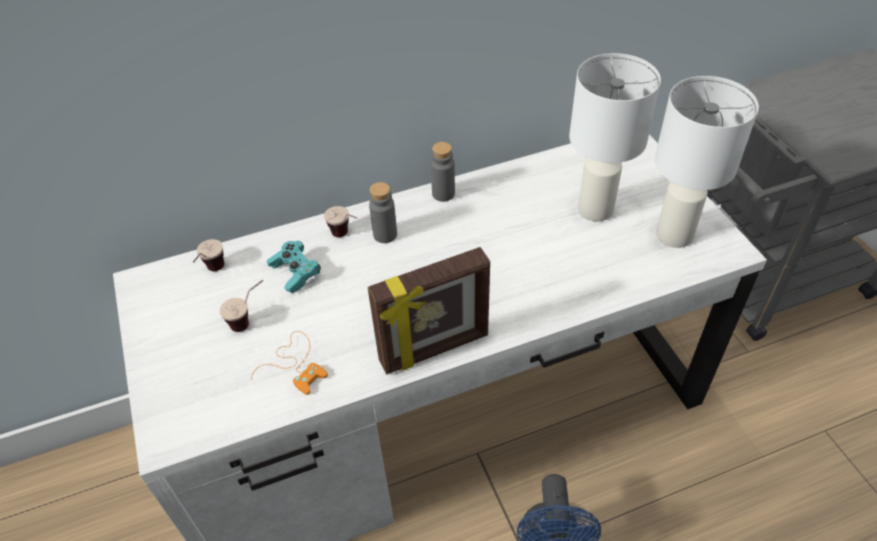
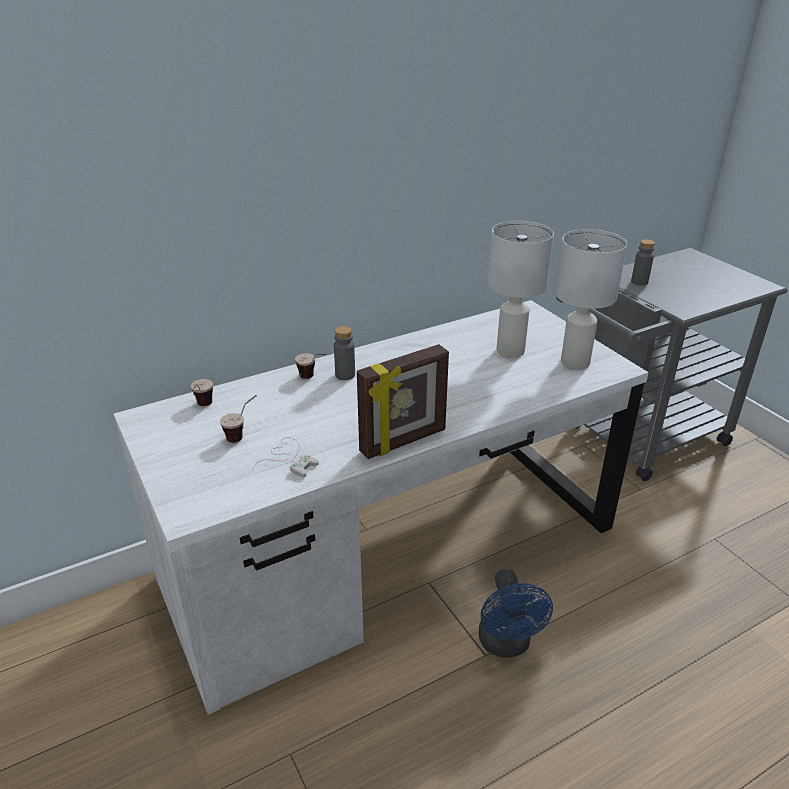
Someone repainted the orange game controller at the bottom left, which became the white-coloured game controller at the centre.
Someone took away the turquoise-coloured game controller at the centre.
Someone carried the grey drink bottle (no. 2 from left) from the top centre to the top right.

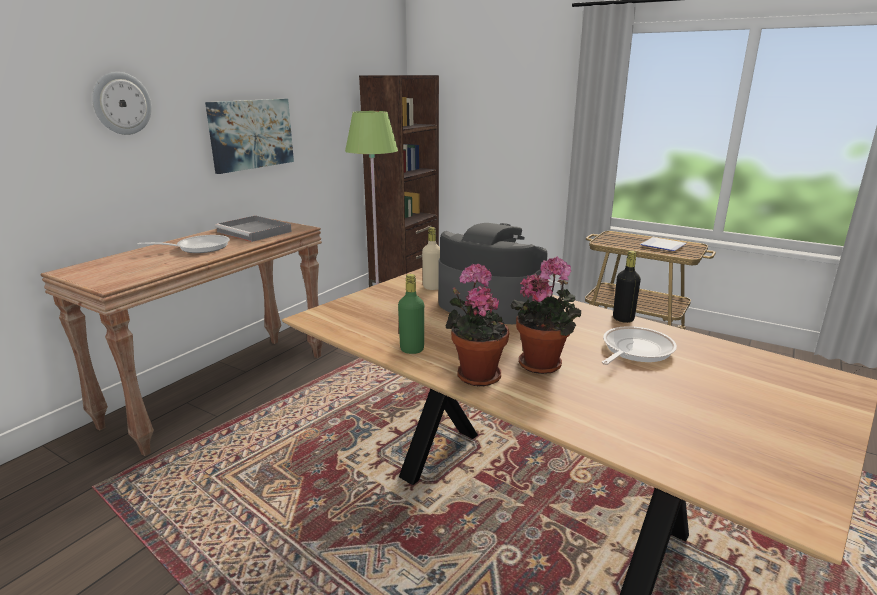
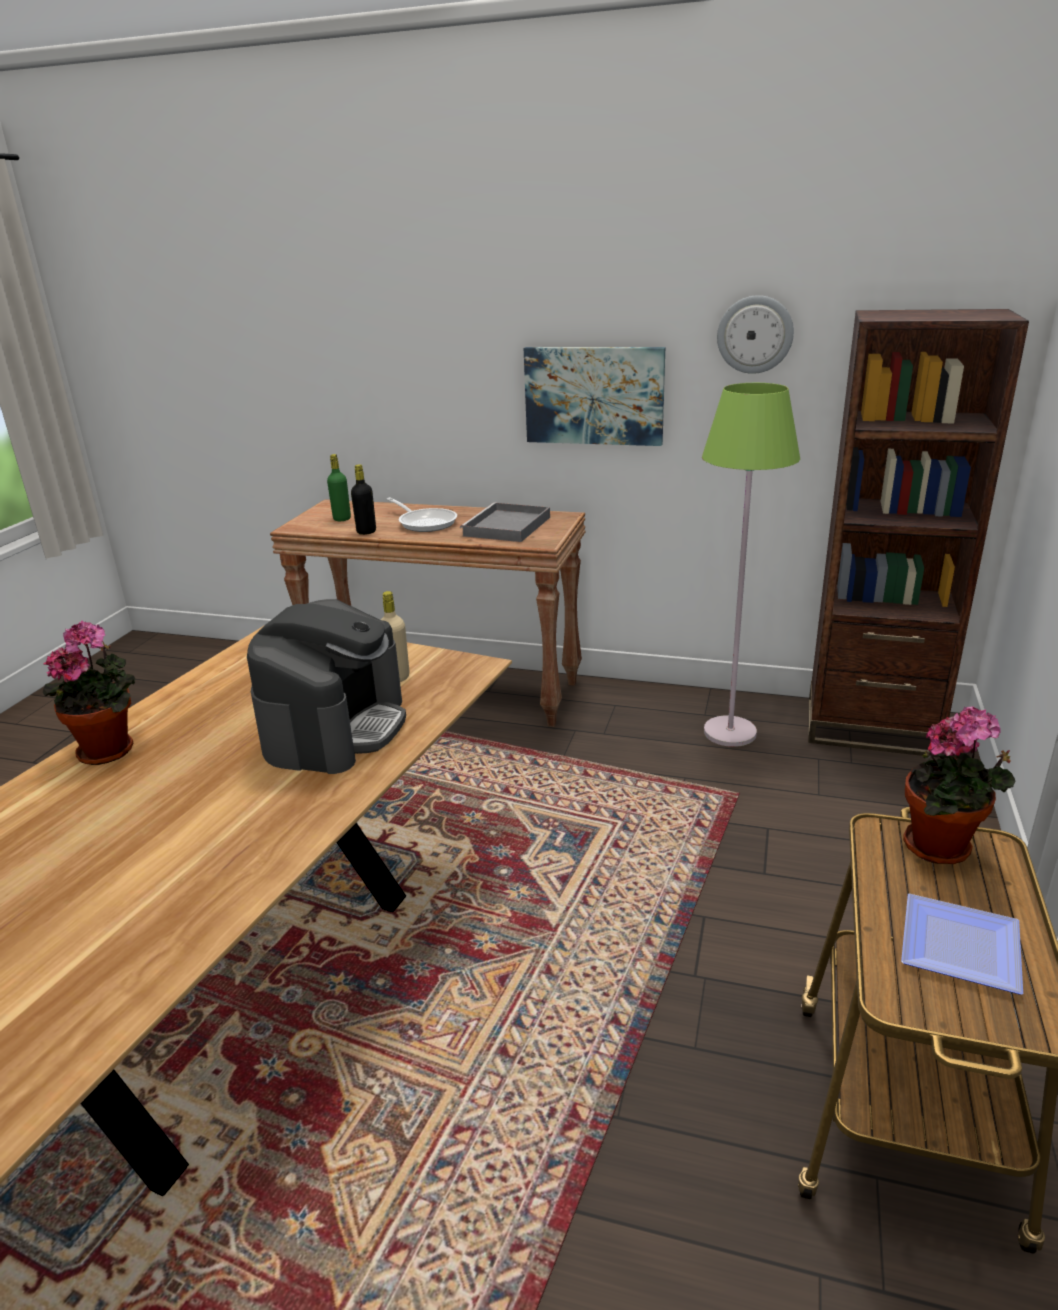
Someone carried the wall clock from the top left to the top right.
Someone carried the green-coloured drink bottle from the centre to the middle left.
Someone carried the plant in a pot (no. 2 from left) from the centre to the middle right.
Someone took away the frying pan (no. 2 from left) at the middle right.
Someone carried the black drink bottle from the middle right to the centre.

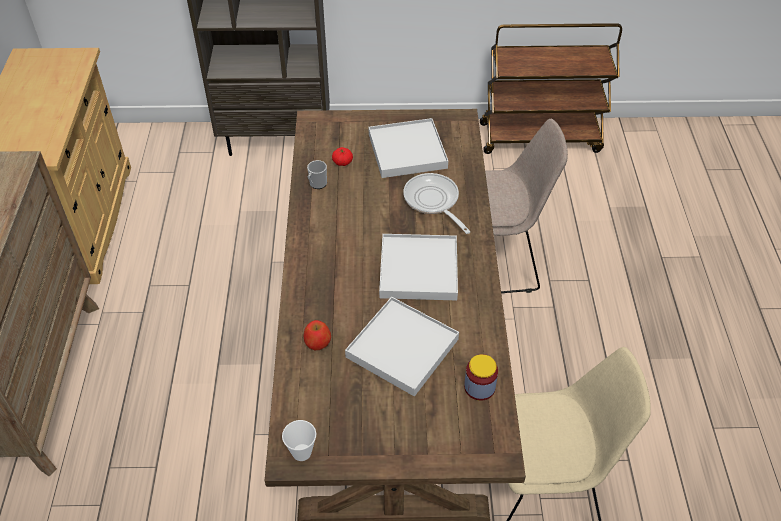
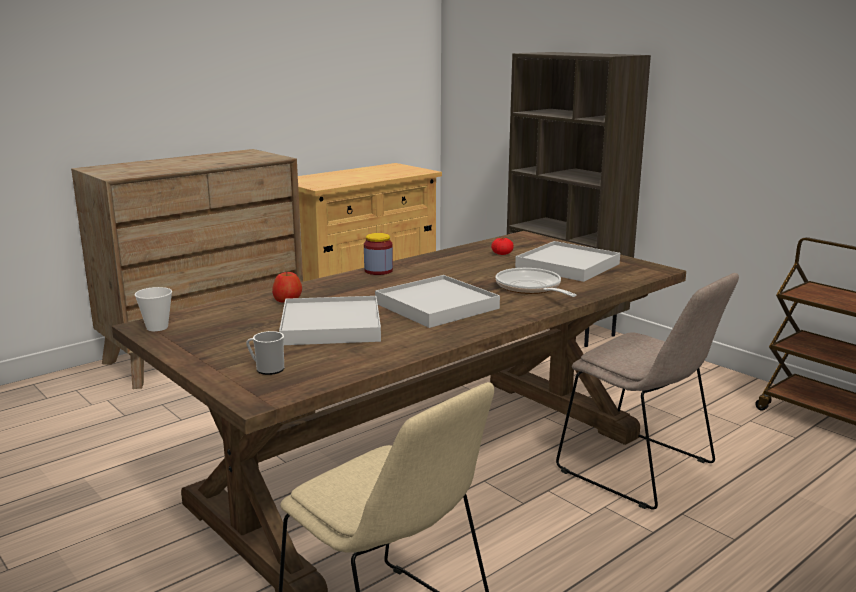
Someone carried the mug from the centre to the middle left.
Someone rotated the frying pan at the centre by 45 degrees counterclockwise.
Someone carried the storage jar from the bottom centre to the centre.

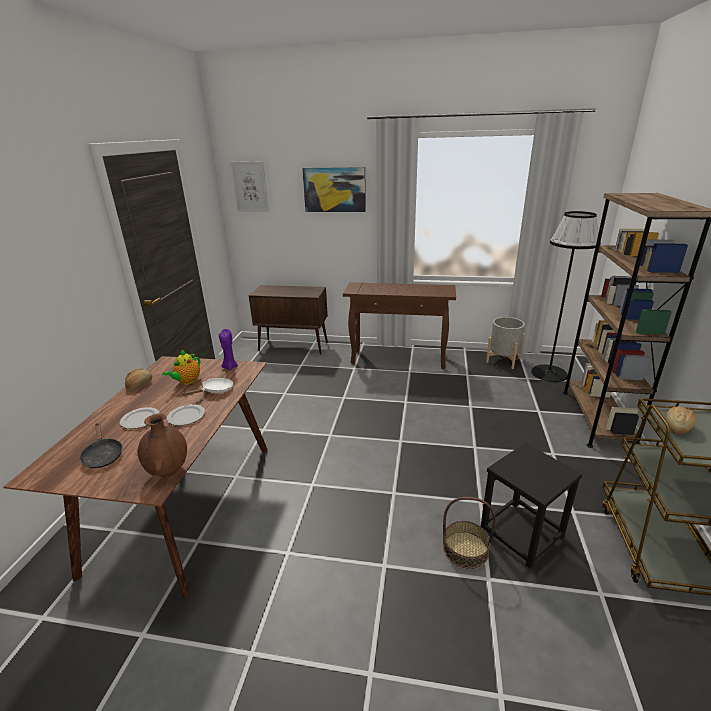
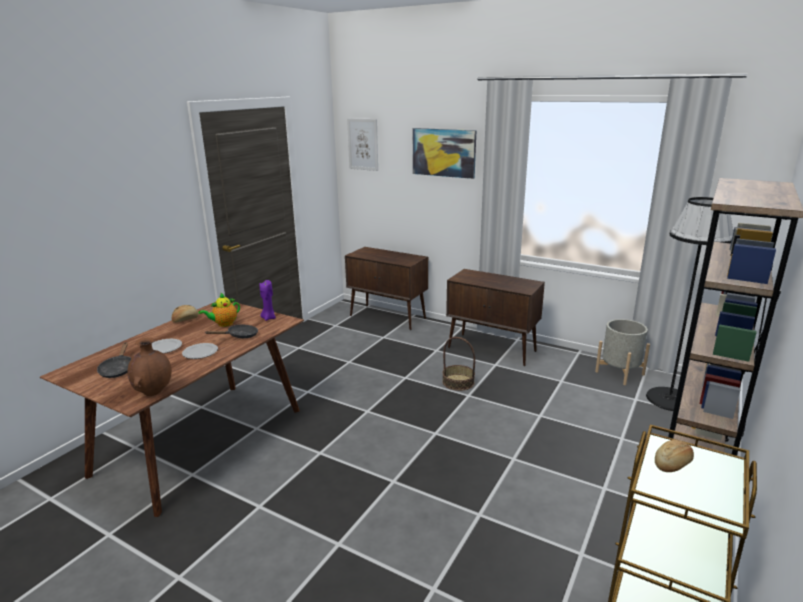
Someone repainted the white-coloured frying pan at the middle left, which became the black frying pan (no. 2 from left) at the middle left.
Someone swapped the brown hall table at the centre for the brown storage cabinet (no. 2 from left) at the centre.
Someone carried the storage basket from the bottom centre to the centre.
Someone took away the black sitting stool at the bottom right.

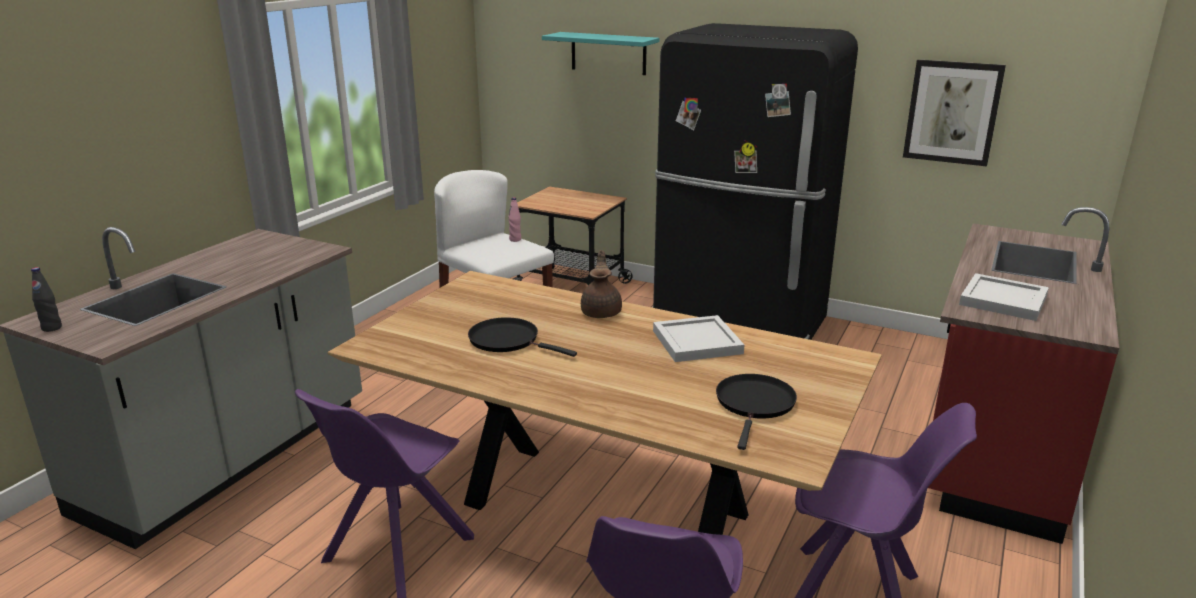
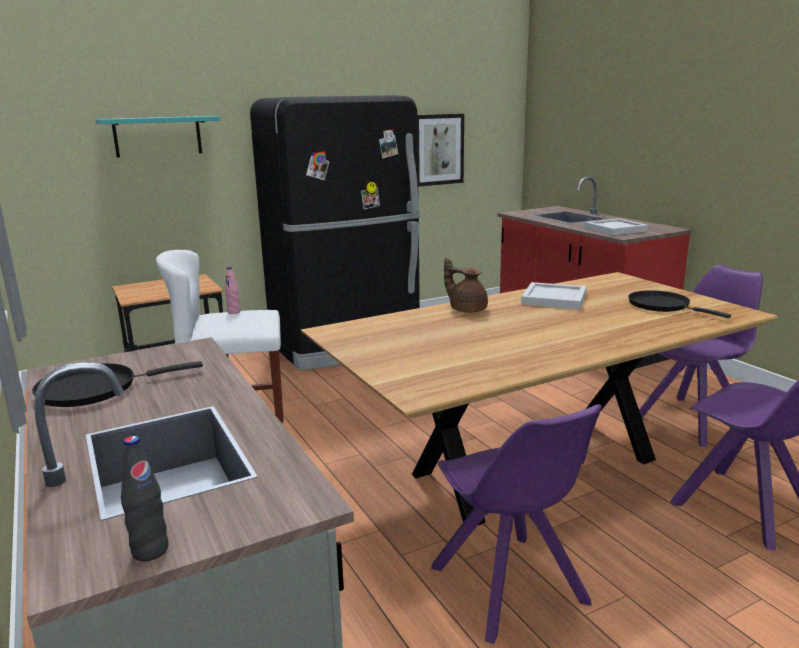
Someone carried the black frying pan (no. 1 from left) from the centre to the middle left.

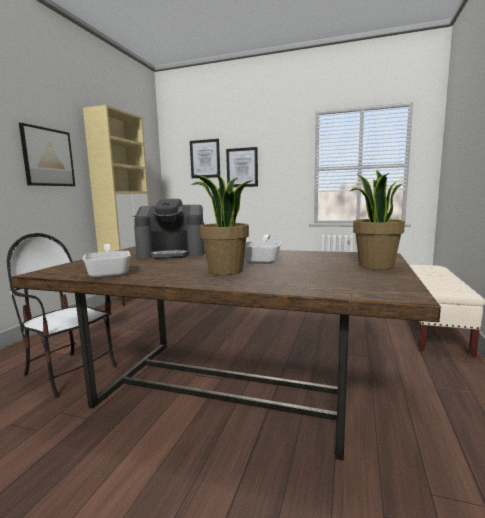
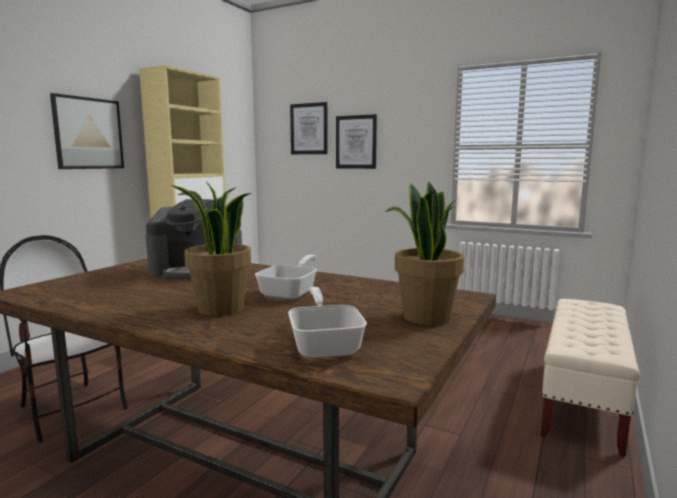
Someone carried the frying pan (no. 1 from left in the first image) from the middle left to the centre.

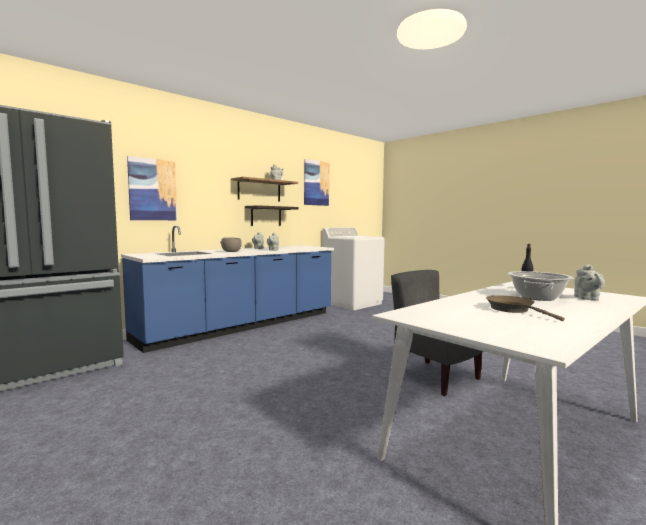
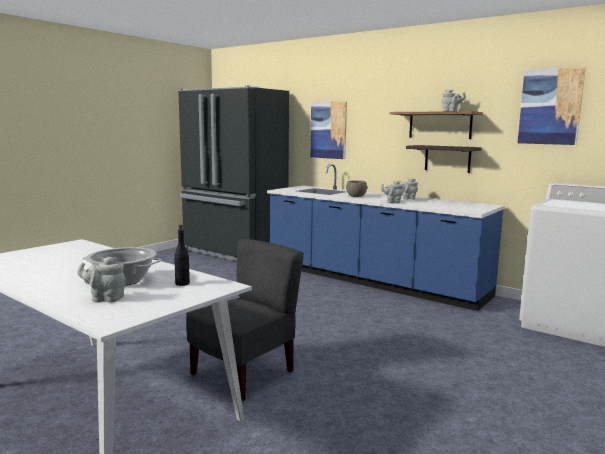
Someone took away the brown frying pan at the middle right.

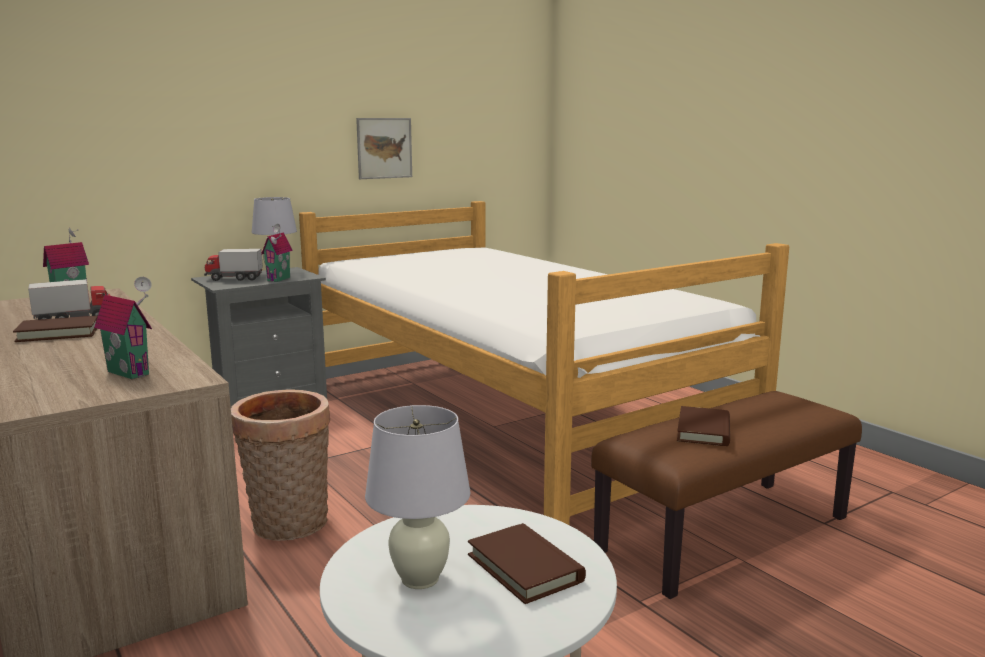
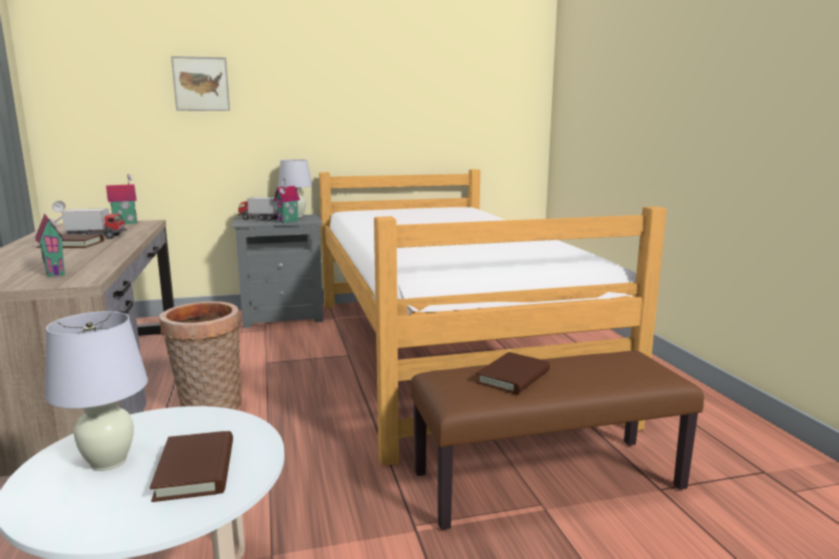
Someone carried the wall art from the top centre to the top left.

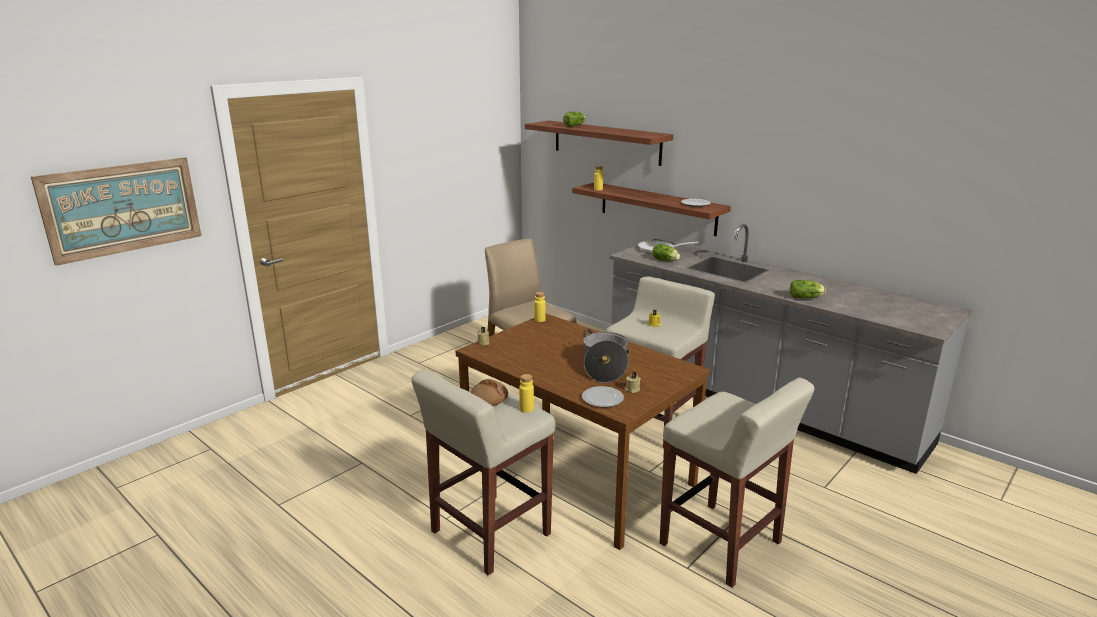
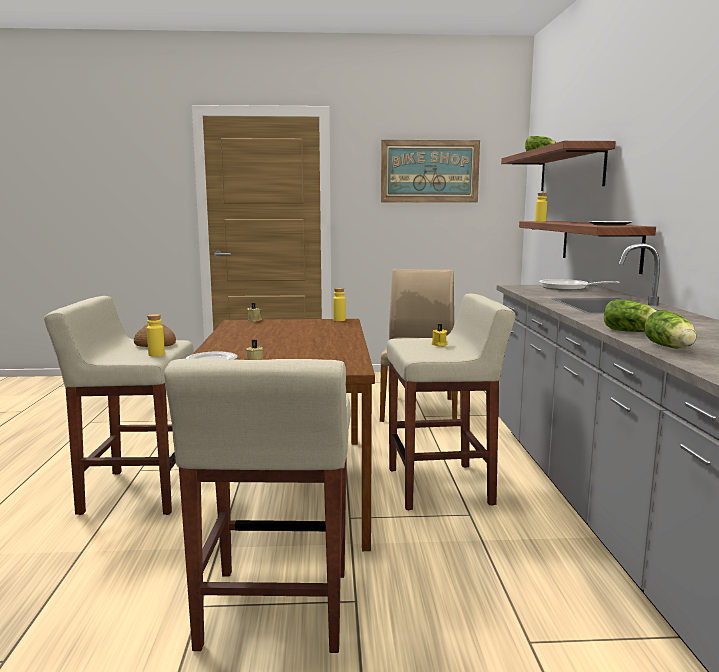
Someone carried the wall art from the middle left to the top centre.
Someone took away the saucepot at the centre.
Someone carried the lettuce head (no. 2 from left in the first image) from the centre to the middle right.

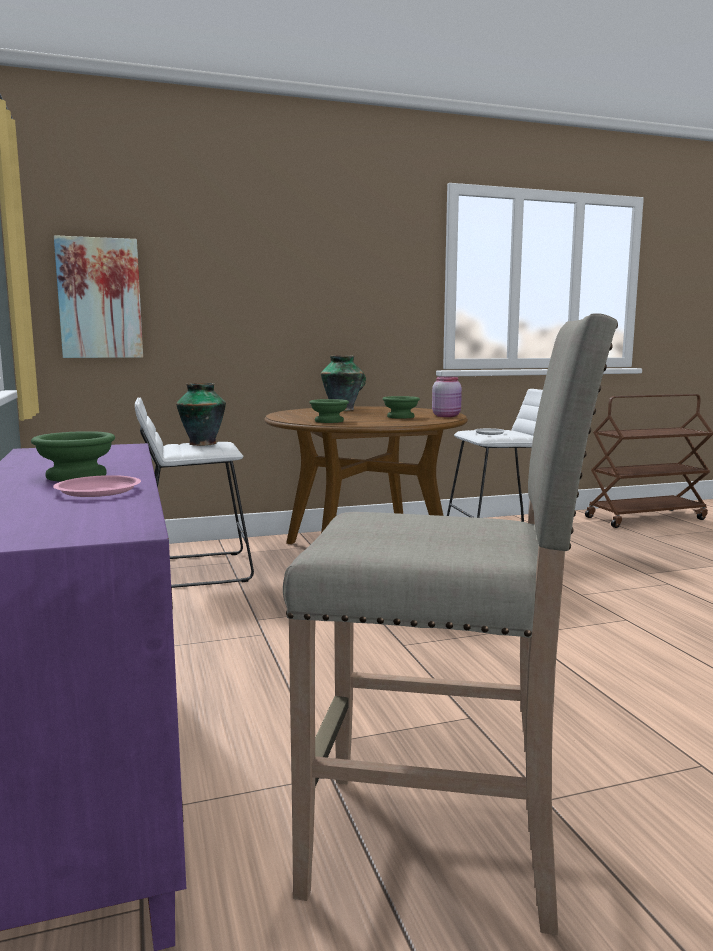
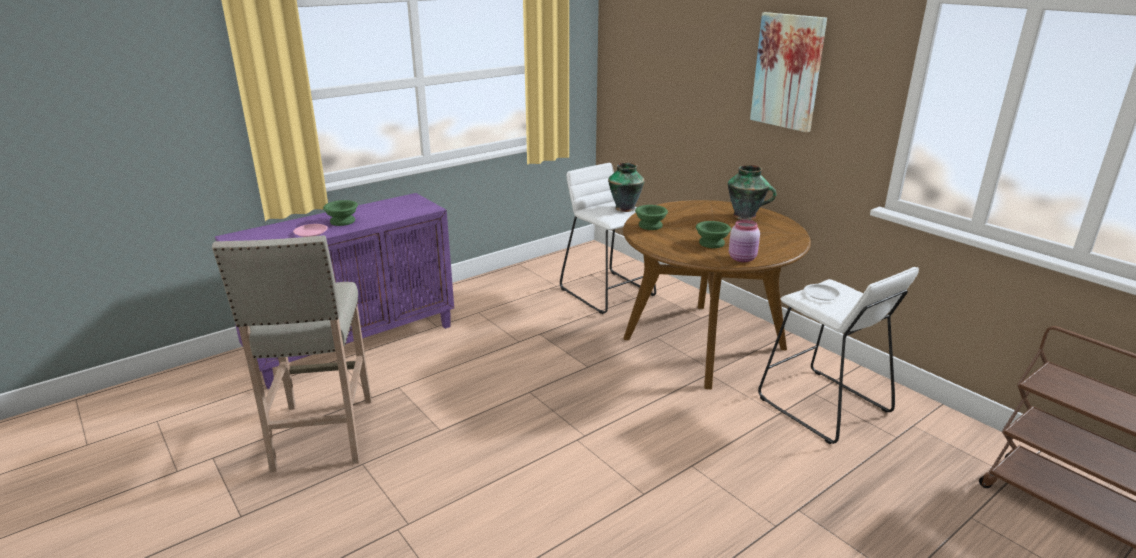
Someone carried the wall art from the top left to the top right.

